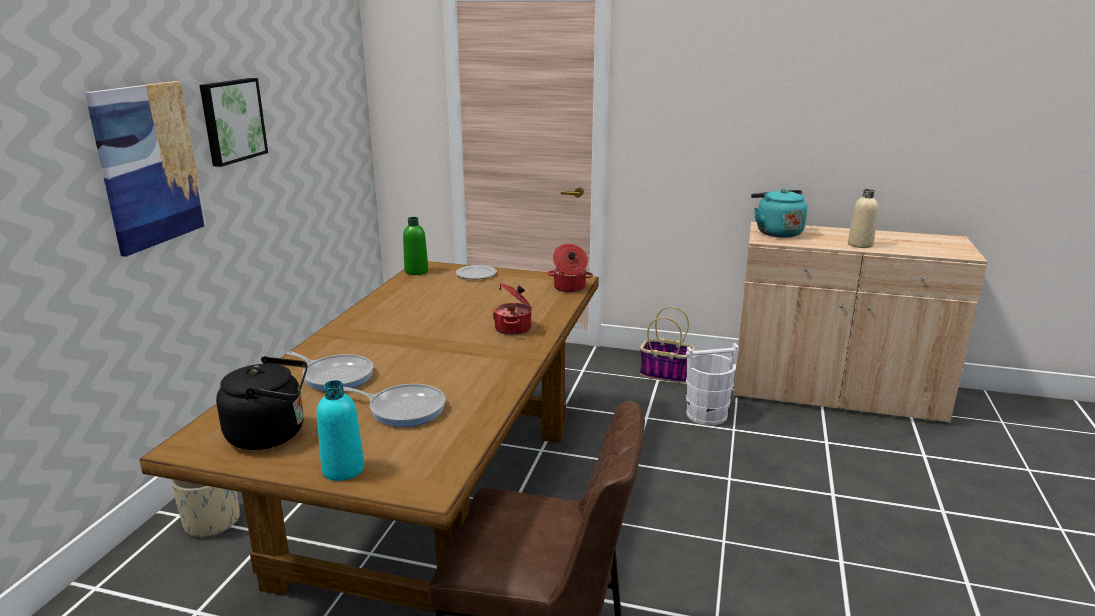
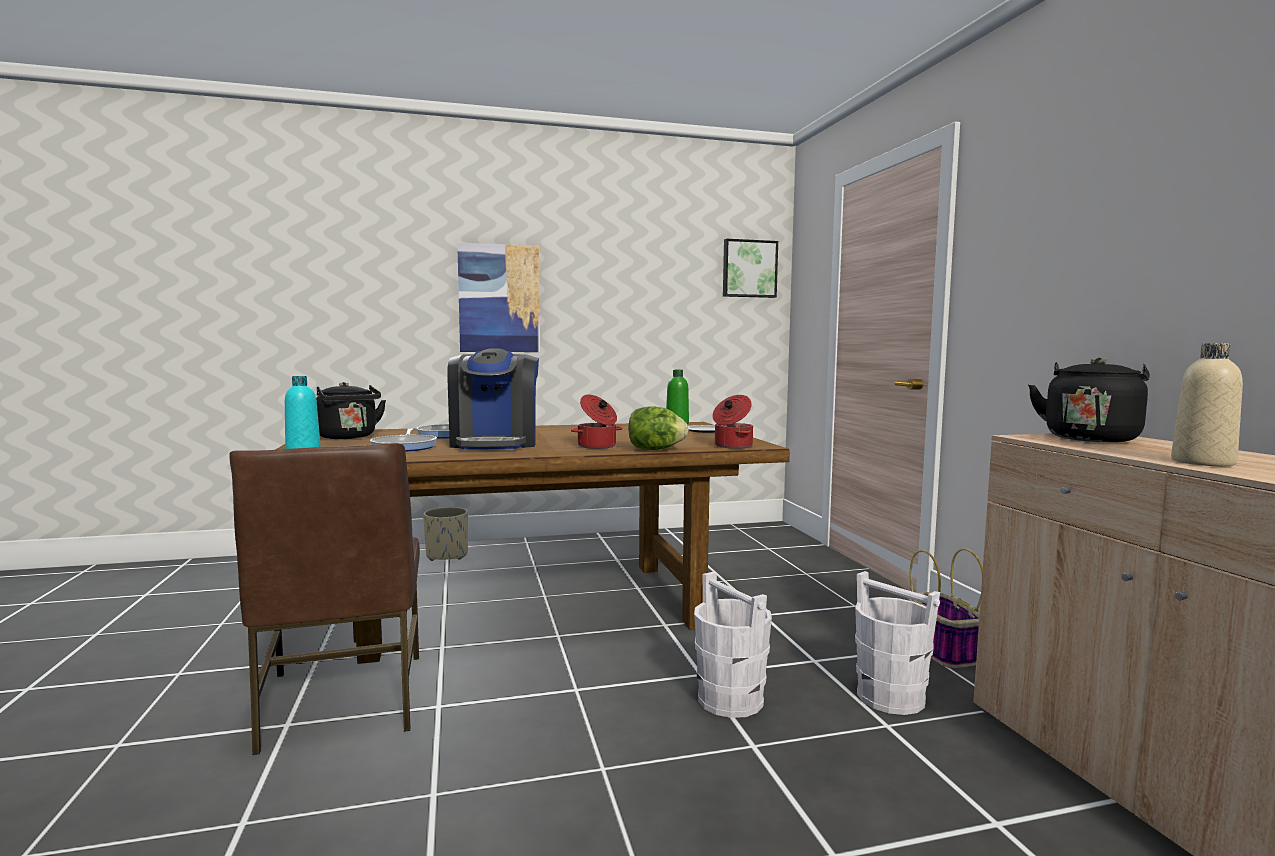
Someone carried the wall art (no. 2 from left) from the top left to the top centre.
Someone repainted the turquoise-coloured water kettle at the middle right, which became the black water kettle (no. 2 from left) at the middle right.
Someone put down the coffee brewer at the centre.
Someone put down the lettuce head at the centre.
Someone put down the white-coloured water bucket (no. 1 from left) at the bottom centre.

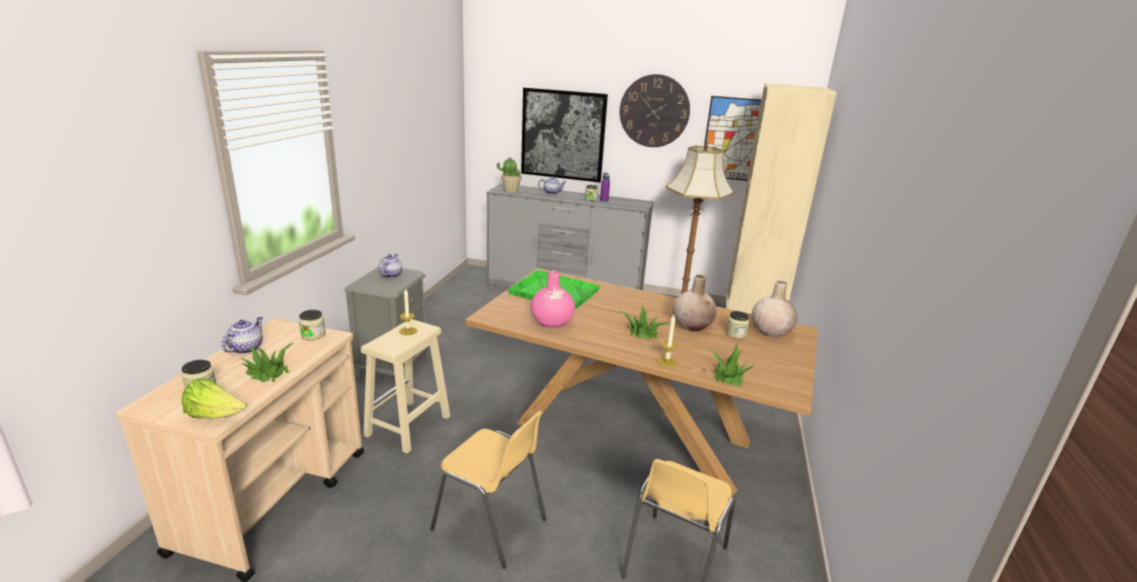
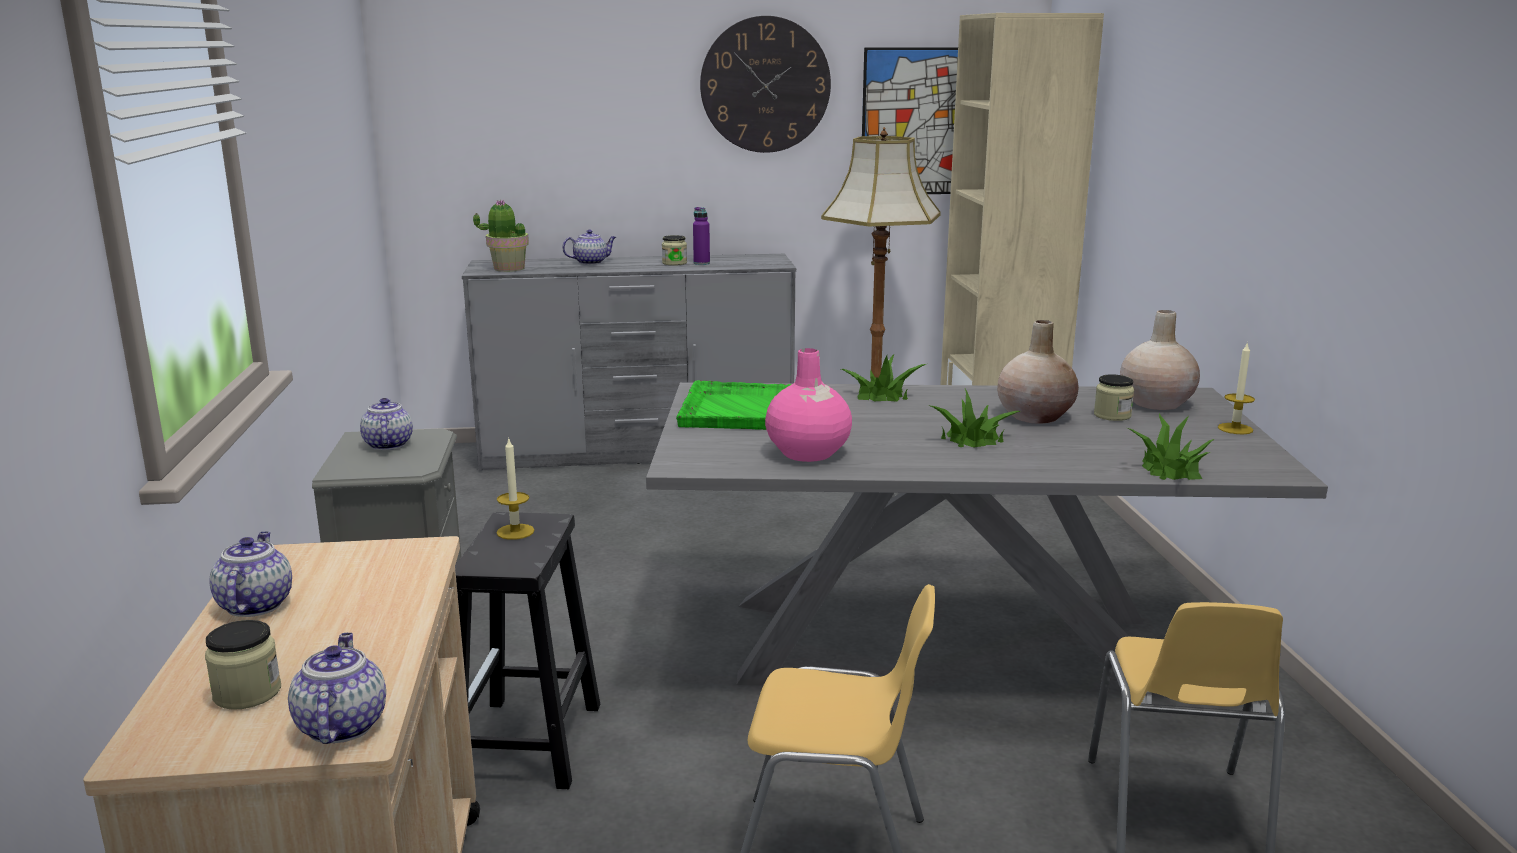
Someone swapped the lettuce head at the bottom left for the teapot (no. 2 from left) at the bottom left.
Someone carried the plant in a pot (no. 1 from left in the first image) from the middle left to the centre.
Someone took away the storage jar (no. 2 from left) at the middle left.
Someone repainted the sand-coloured sitting stool at the centre, which became the black sitting stool at the bottom centre.
Someone repainted the brown dining table at the centre, which became the grey dining table at the centre.
Someone took away the wall art (no. 1 from left) at the top centre.
Someone carried the wax candle (no. 2 from left) from the centre to the middle right.

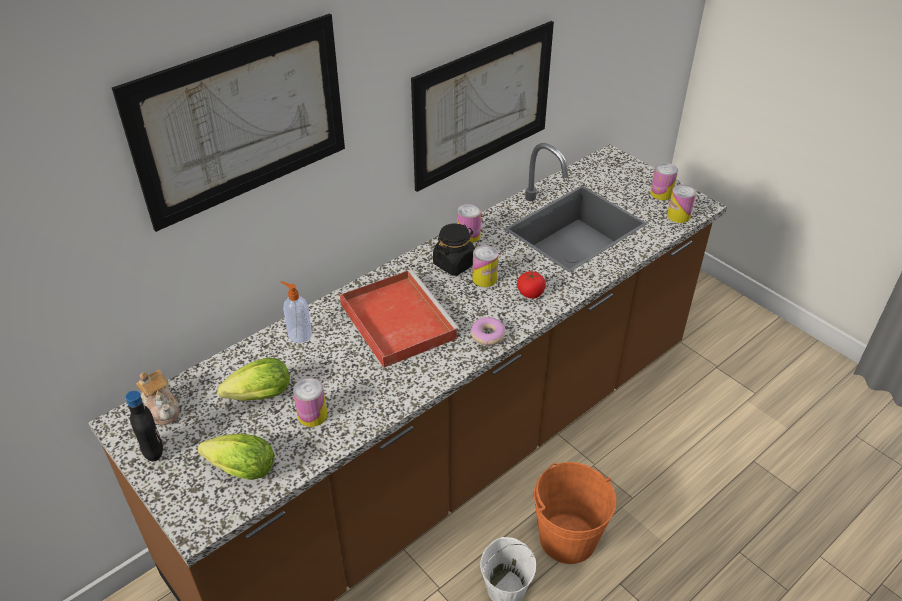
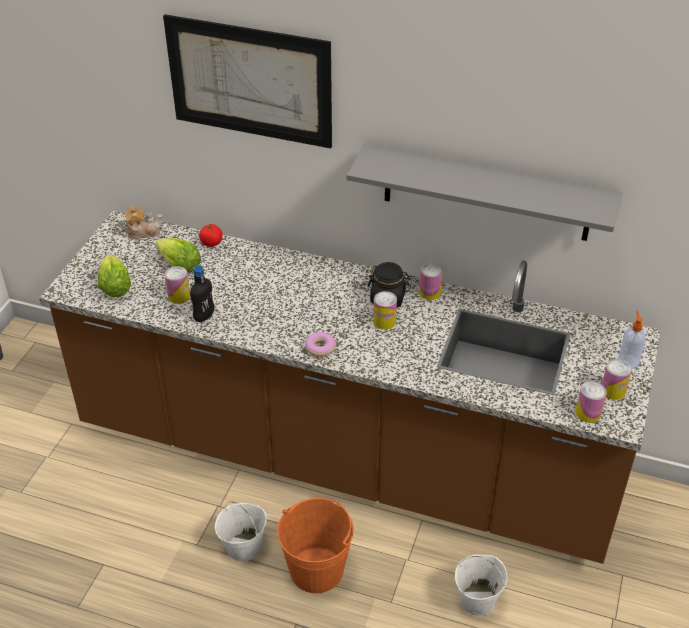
Someone carried the black drink bottle from the bottom left to the middle left.
Someone rotated the teapot at the middle left by 120 degrees counterclockwise.
Someone carried the soap bottle from the middle left to the middle right.
Someone took away the reddish carrying tray at the centre.
Someone swapped the wall art (no. 2 from left) at the top centre for the grey wall shelf at the top right.
Someone carried the whole tomato from the centre to the middle left.
Someone put down the white-coloured water bucket (no. 2 from left) at the bottom right.

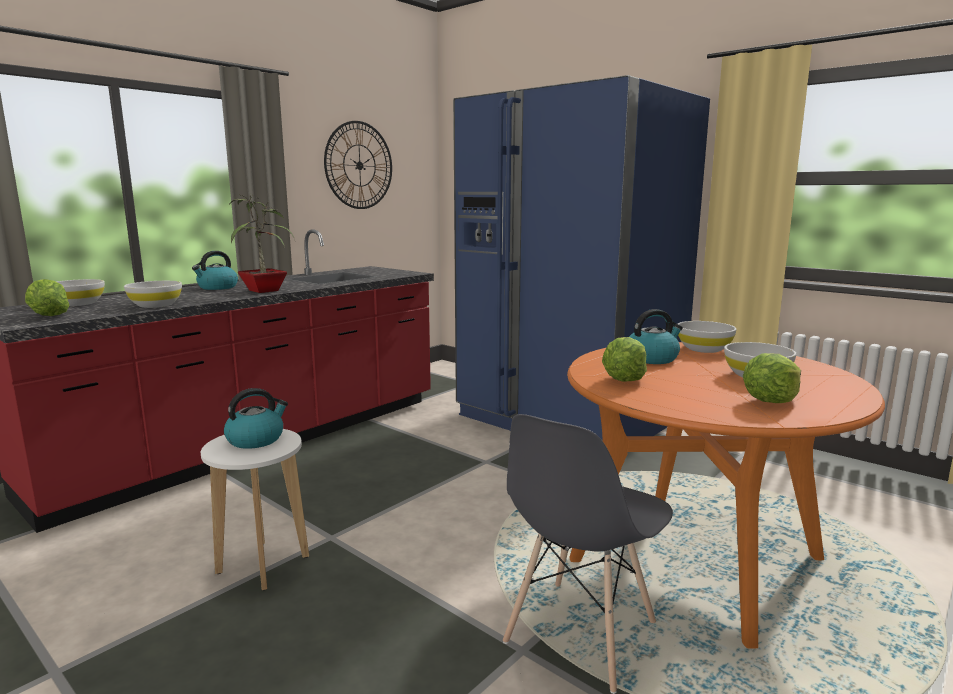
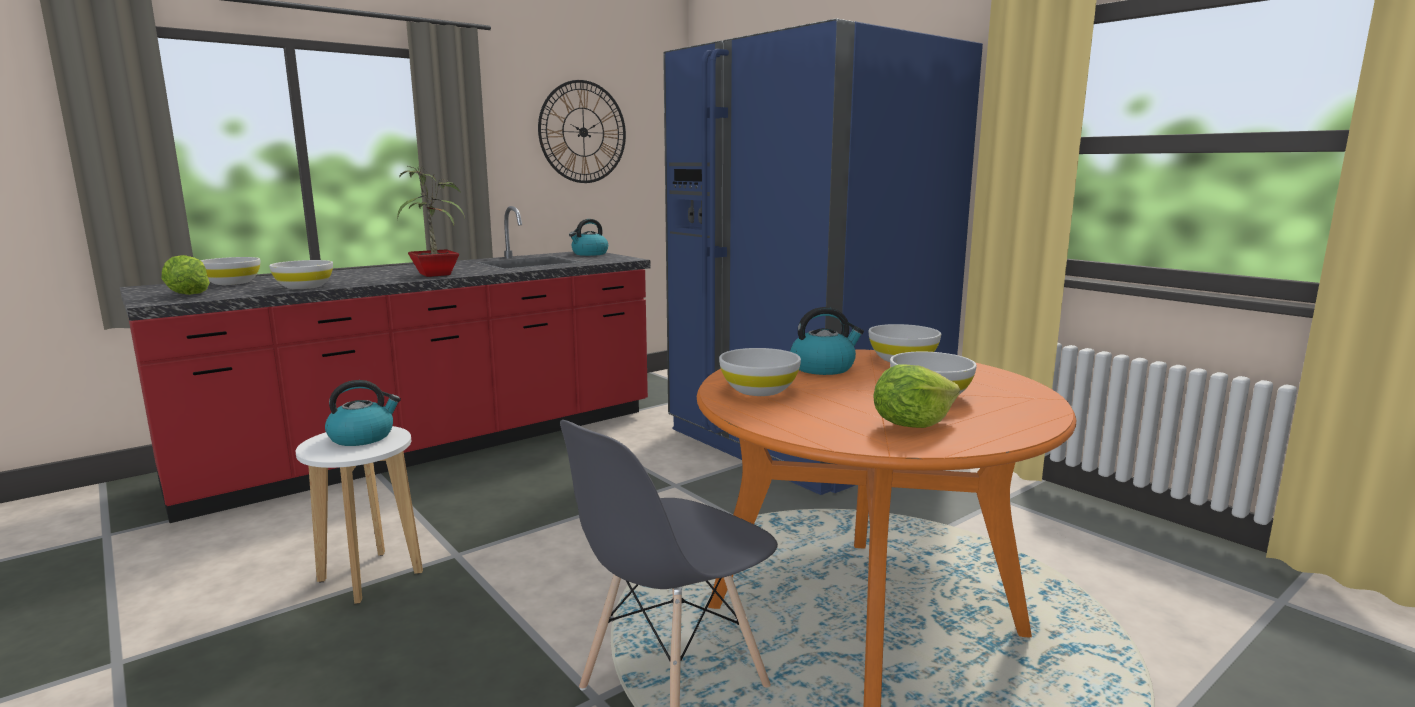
Someone carried the water kettle (no. 1 from left in the first image) from the middle left to the centre.
Someone swapped the lettuce head (no. 2 from left) at the centre for the white-coloured deep dish (no. 3 from left) at the centre.

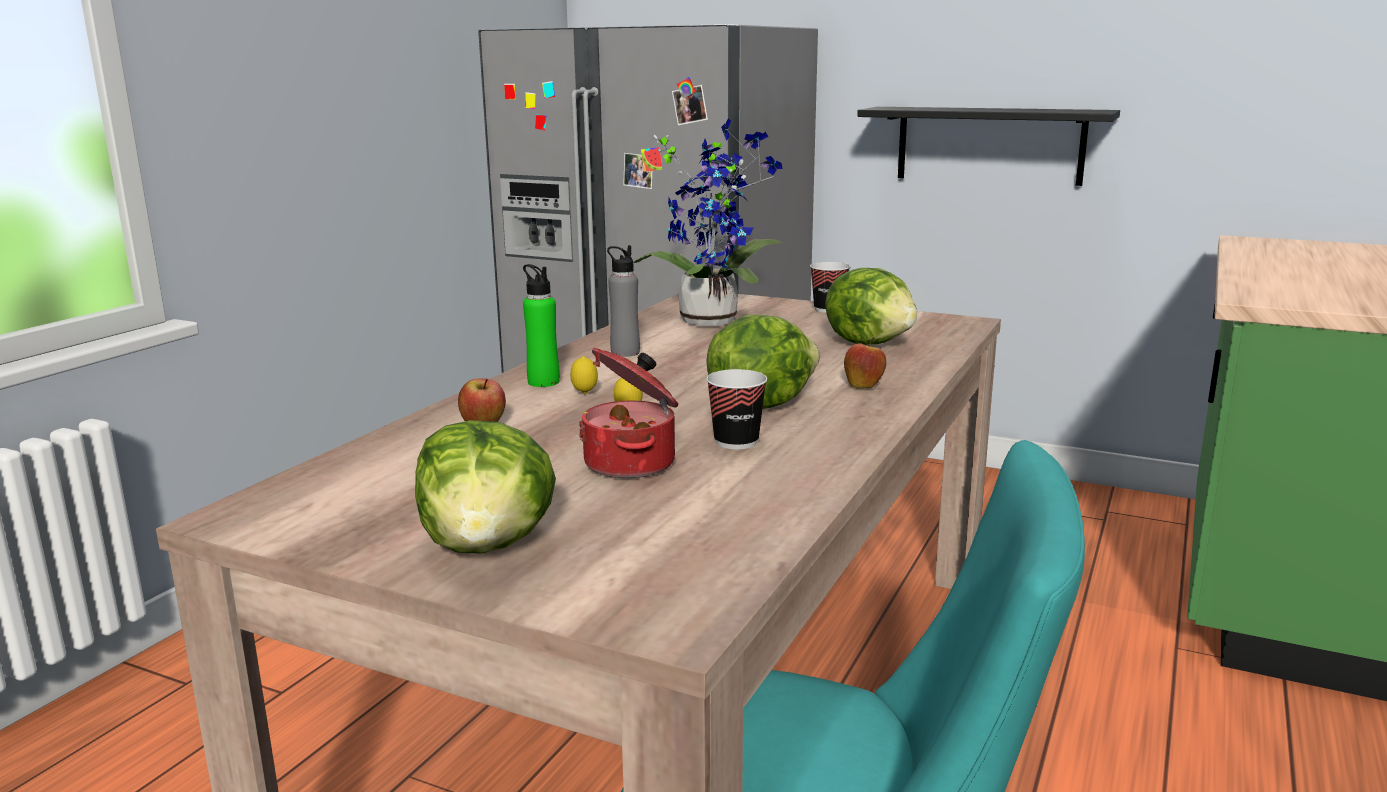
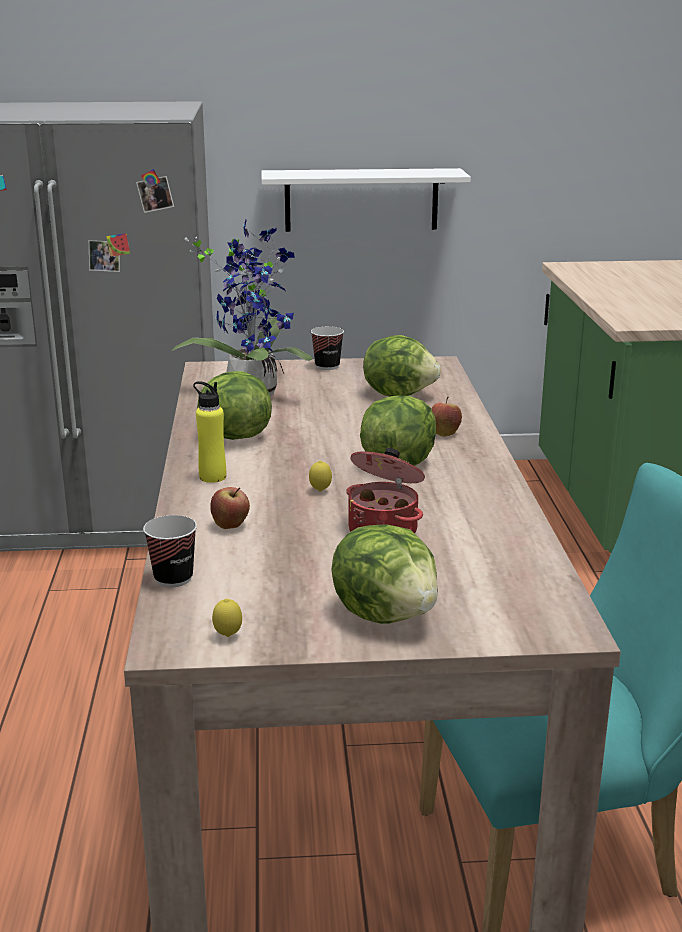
Someone repainted the green-coloured drink bottle at the centre, which became the yellow-coloured drink bottle at the middle left.
Someone carried the whole lemon (no. 1 from left) from the centre to the middle left.
Someone swapped the grey drink bottle at the centre for the lettuce head (no. 1 from left) at the centre.
Someone carried the small cup (no. 1 from left) from the centre to the middle left.
Someone repainted the black wall shelf at the top right, which became the white-coloured wall shelf at the top centre.

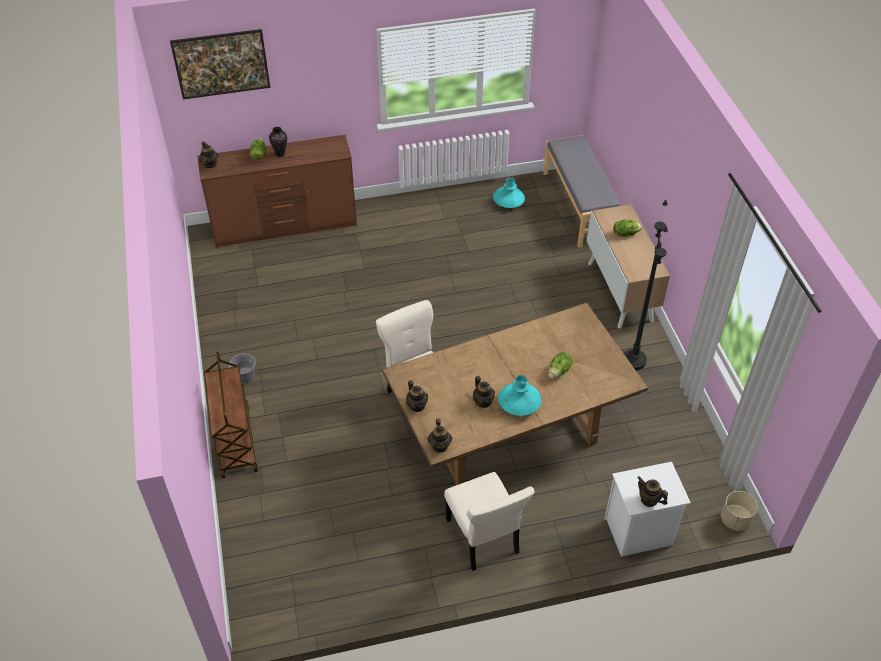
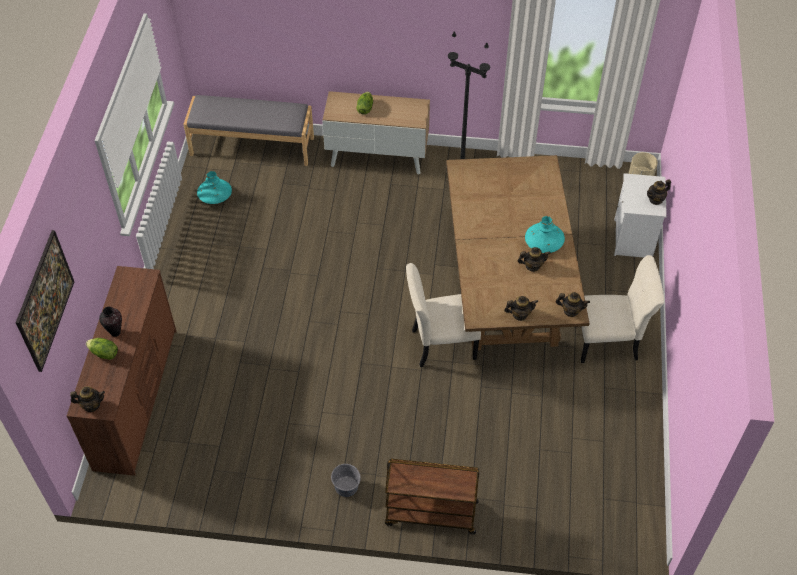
Someone took away the lettuce head (no. 2 from left) at the centre.

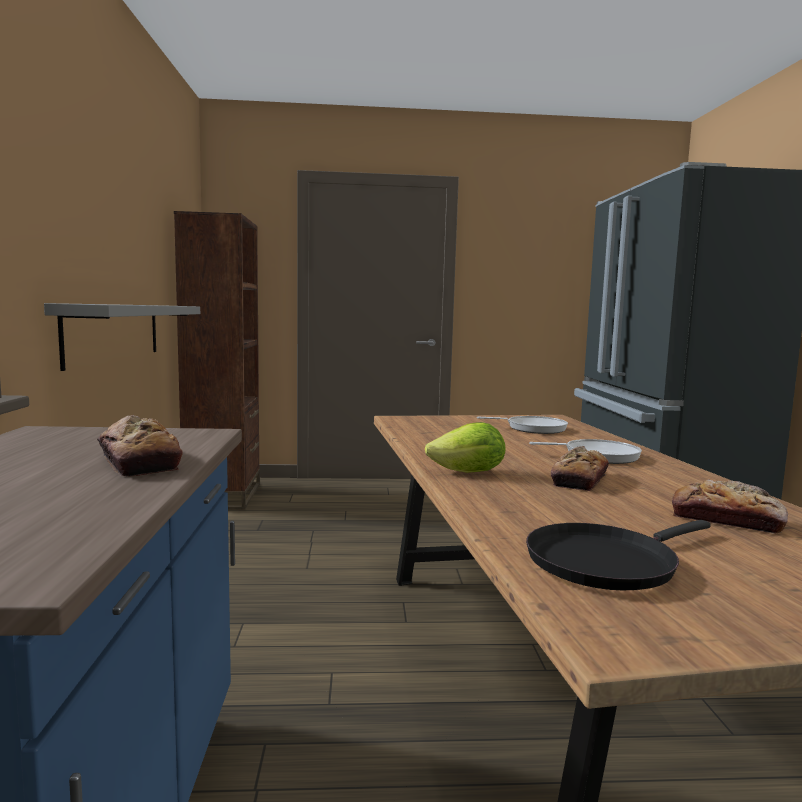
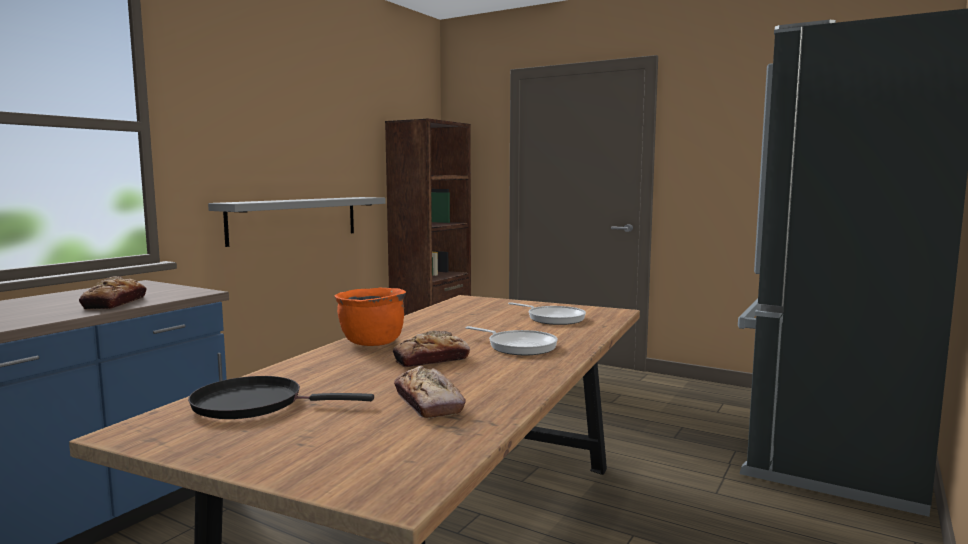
Someone swapped the lettuce head at the centre for the orange saucepot at the centre.

